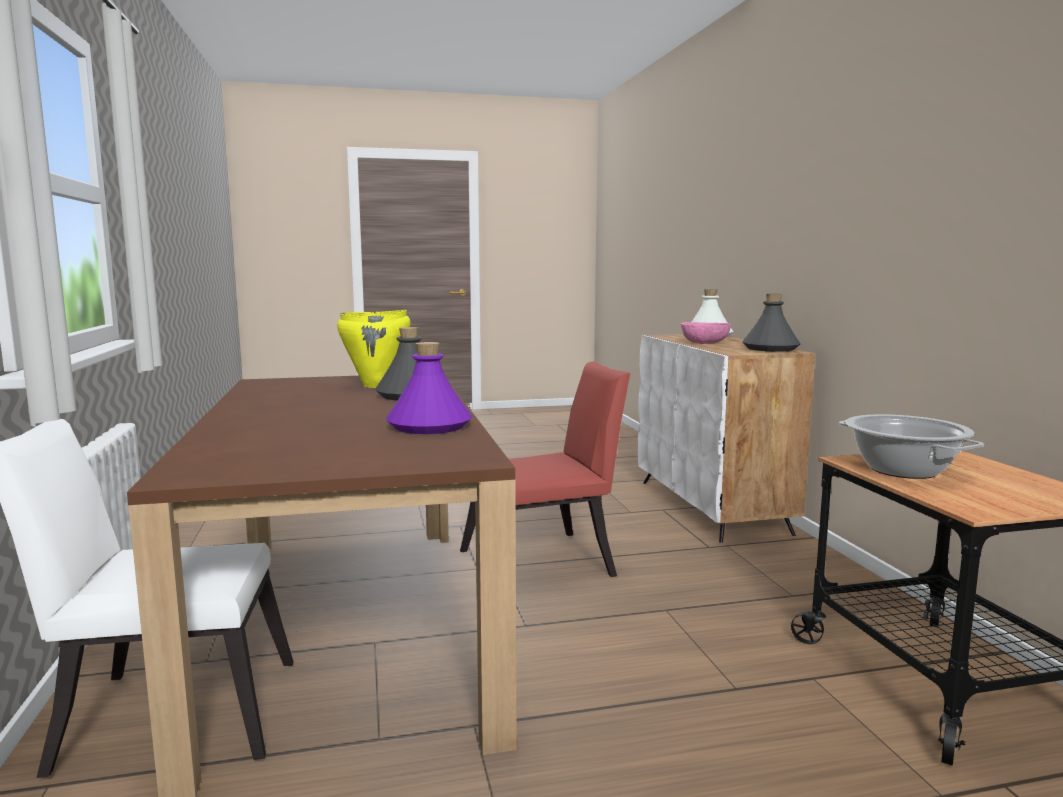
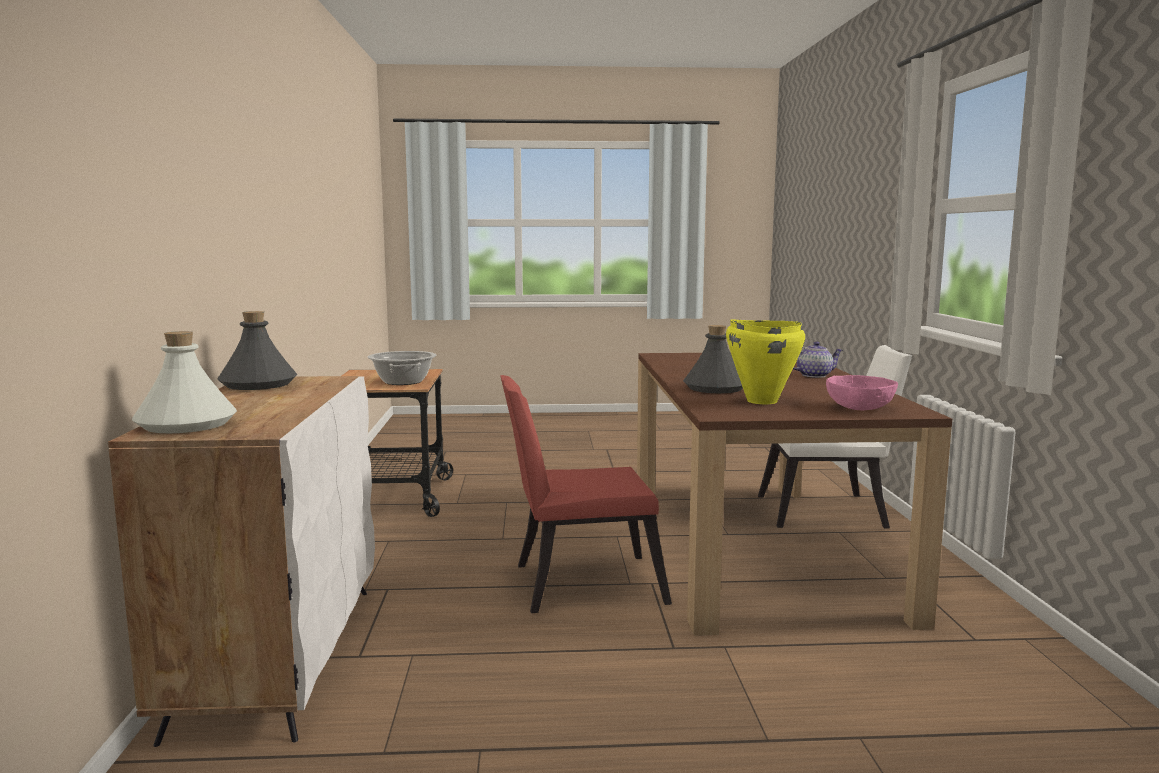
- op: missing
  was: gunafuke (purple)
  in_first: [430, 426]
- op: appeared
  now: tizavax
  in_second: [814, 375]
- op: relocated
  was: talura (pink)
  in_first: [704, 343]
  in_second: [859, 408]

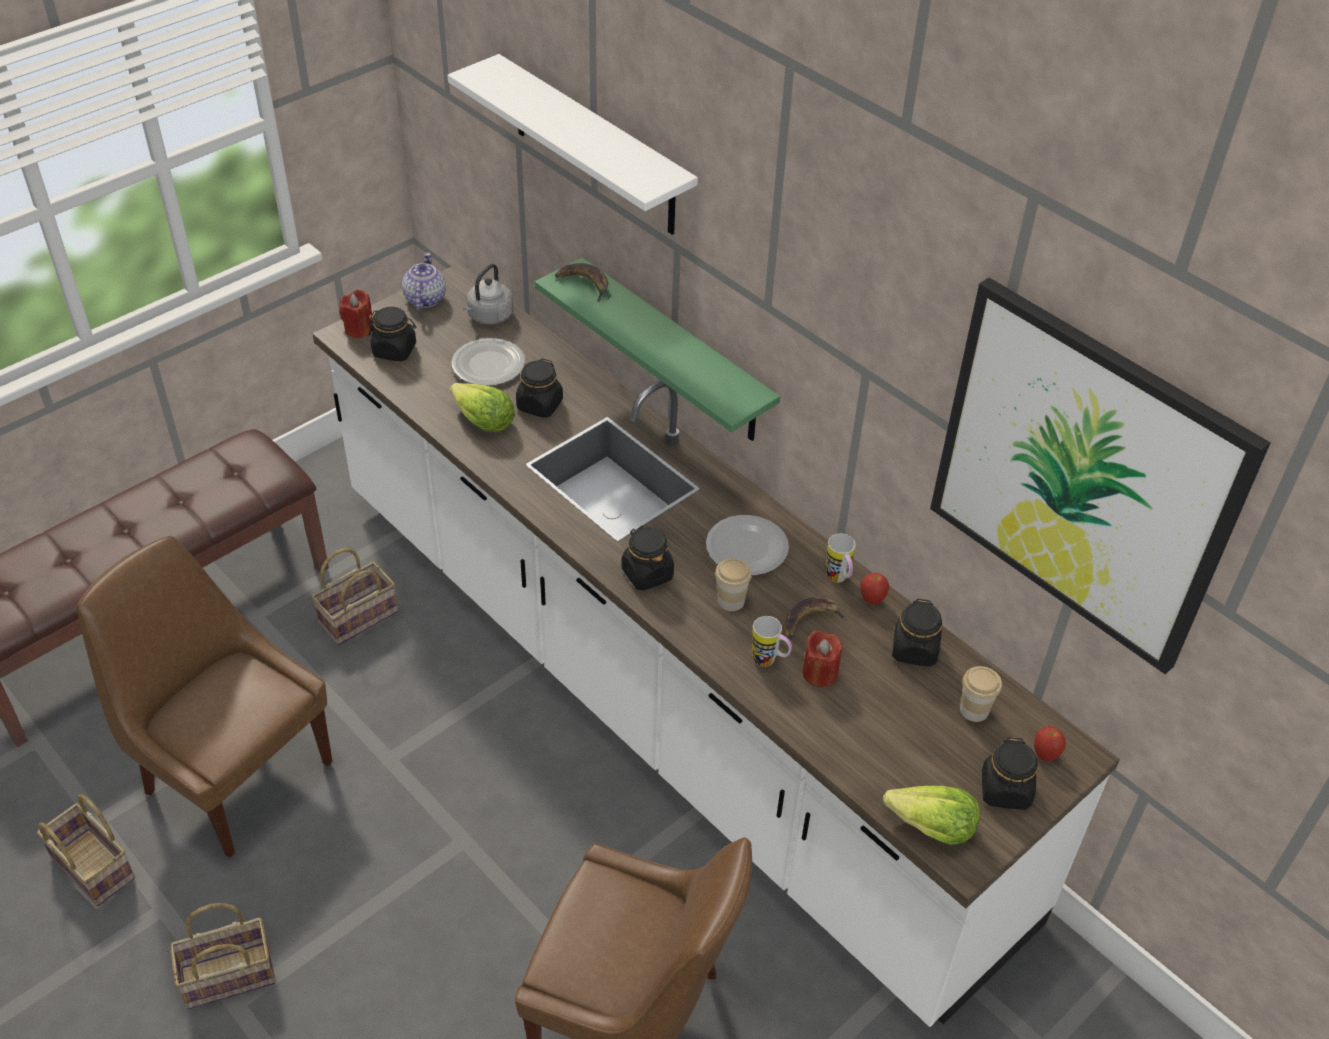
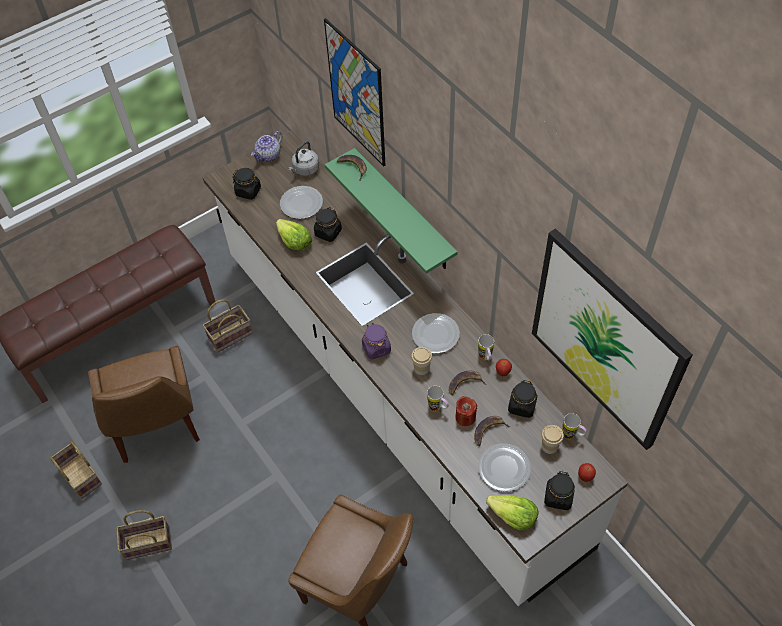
- op: missing
  was: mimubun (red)
  in_first: [359, 329]
- op: appeared
  now: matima
  in_second: [488, 430]
- op: appeared
  now: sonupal
  in_second: [503, 468]
- op: appeared
  now: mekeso
  in_second: [572, 436]
- op: exchanged
  was: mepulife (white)
  now: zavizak
  in_first: [593, 147]
  in_second: [356, 94]
- op: colour
  was: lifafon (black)
  now: lifafon (purple)
  in_first: [647, 573]
  in_second: [376, 348]
- op: spun
  was: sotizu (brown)
  in_first: [234, 773]
  in_second: [156, 426]
  clockwise: -150
- op: spun
  was: tizavax
  in_first: [424, 298]
  in_second: [269, 155]
  clockwise: -150

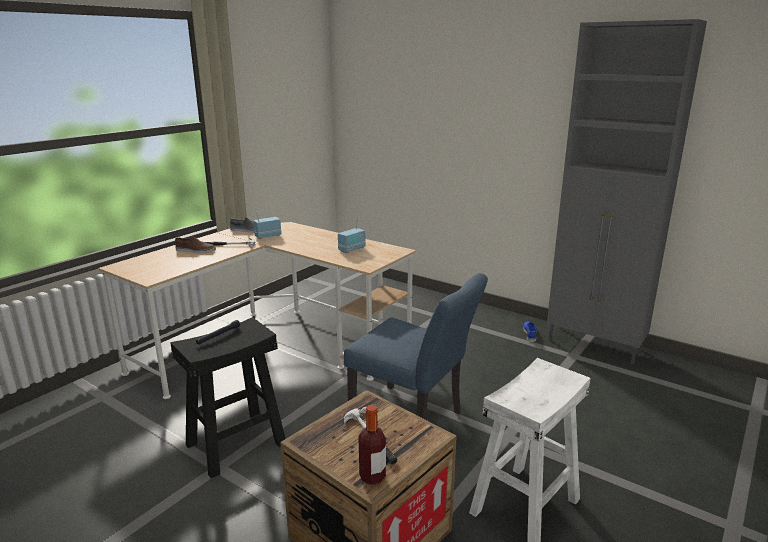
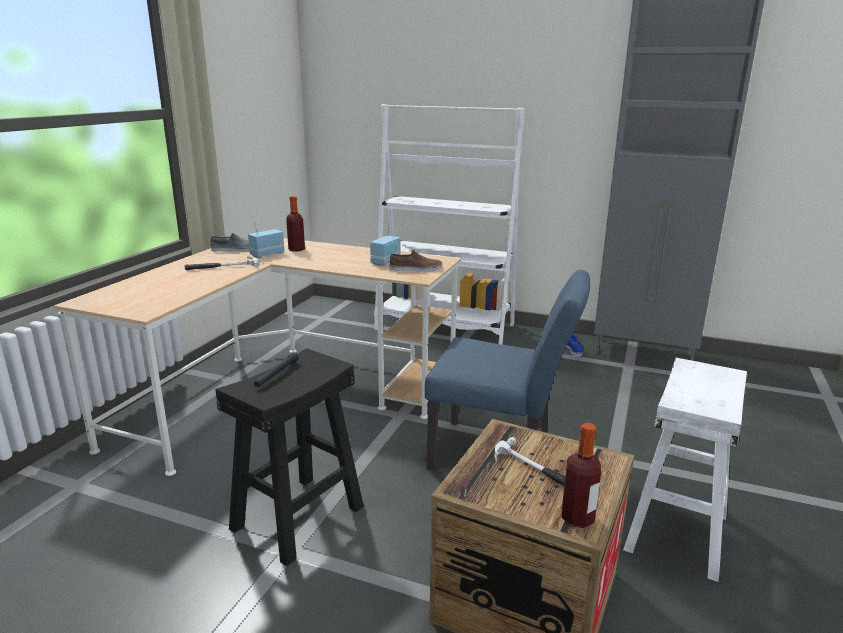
- op: appeared
  now: gunafuke
  in_second: [296, 249]
- op: appeared
  now: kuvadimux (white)
  in_second: [445, 327]
- op: relocated
  was: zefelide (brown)
  in_first: [195, 250]
  in_second: [416, 269]

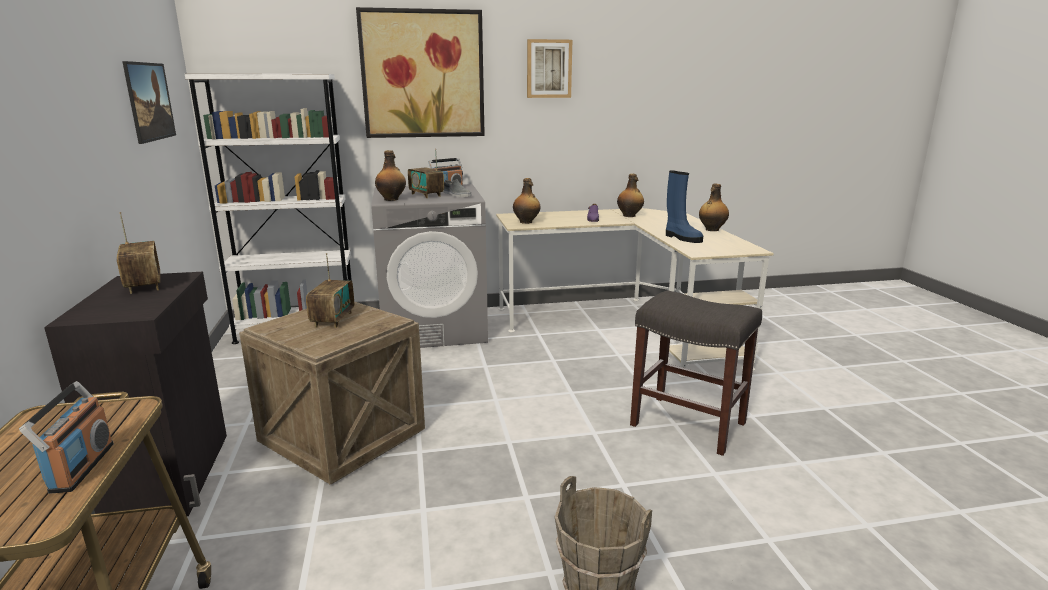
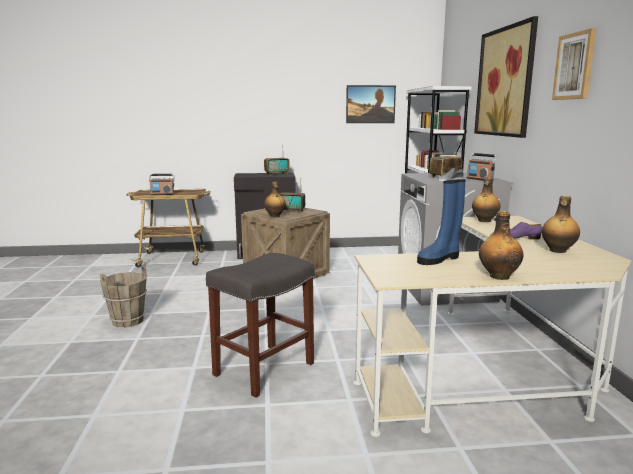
- op: relocated
  was: gunafuke
  in_first: [392, 199]
  in_second: [275, 216]

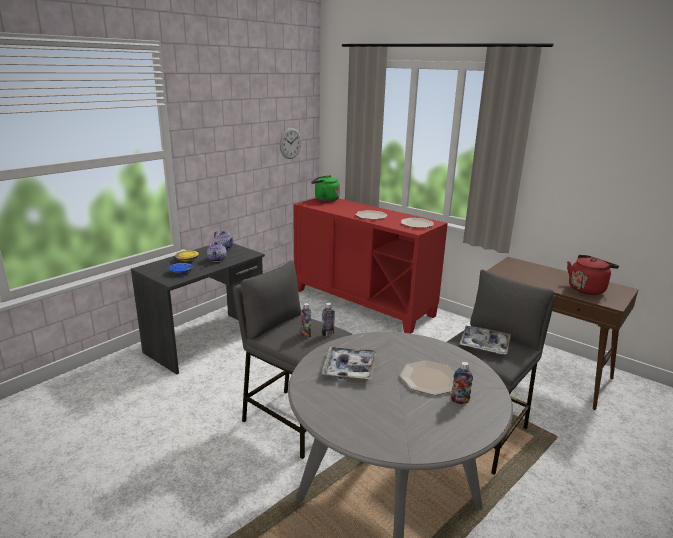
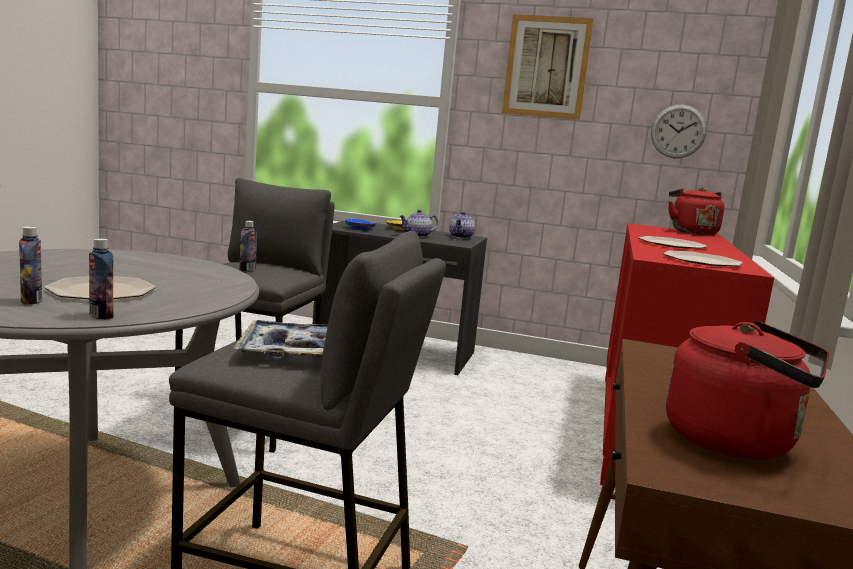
- op: missing
  was: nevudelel
  in_first: [349, 368]
- op: appeared
  now: zavizak
  in_second: [546, 67]
- op: relocated
  was: gunafuke
  in_first: [327, 334]
  in_second: [101, 316]
- op: colour
  was: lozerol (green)
  now: lozerol (red)
  in_first: [325, 199]
  in_second: [691, 232]

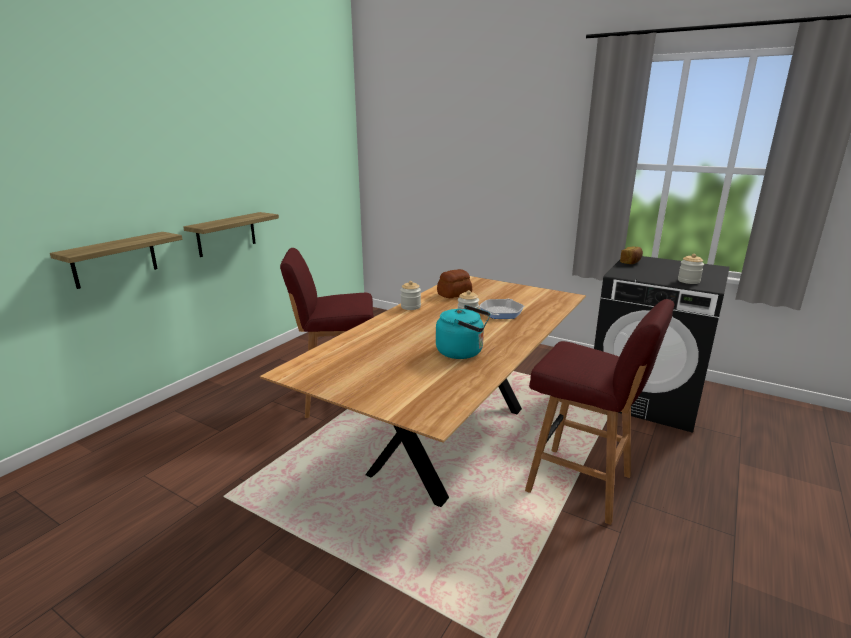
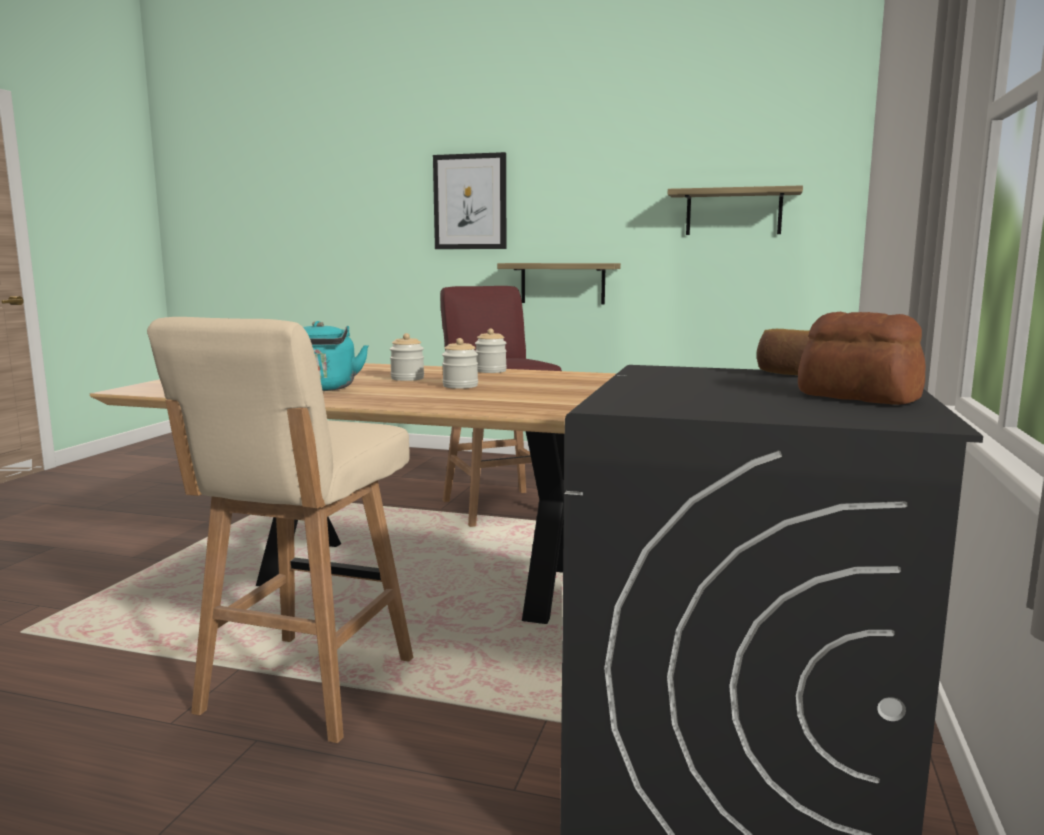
- op: missing
  was: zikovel
  in_first: [501, 312]
- op: appeared
  now: zavizak
  in_second: [470, 202]
- op: relocated
  was: mepulife
  in_first: [115, 259]
  in_second: [733, 212]
- op: relocated
  was: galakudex
  in_first: [453, 294]
  in_second: [858, 396]
- op: relocated
  was: lifafon
  in_first: [688, 281]
  in_second: [407, 378]
- op: colour
  was: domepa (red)
  now: domepa (beige)
  in_first: [581, 485]
  in_second: [305, 688]

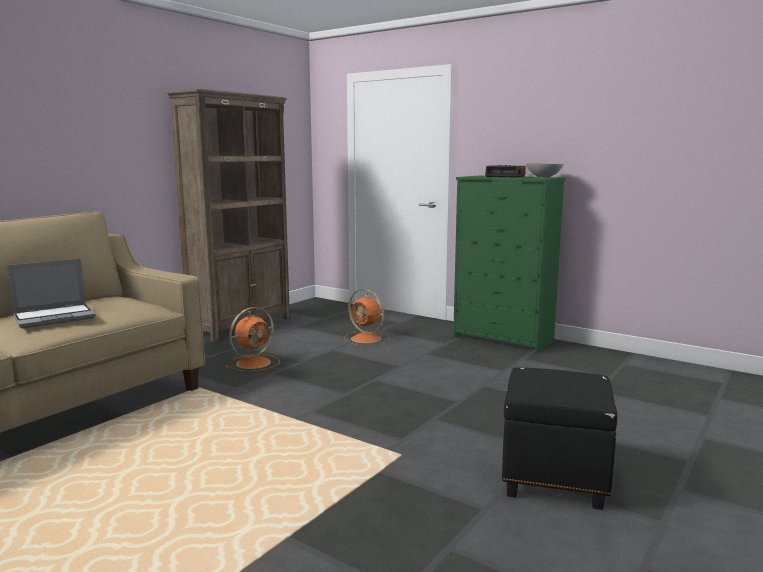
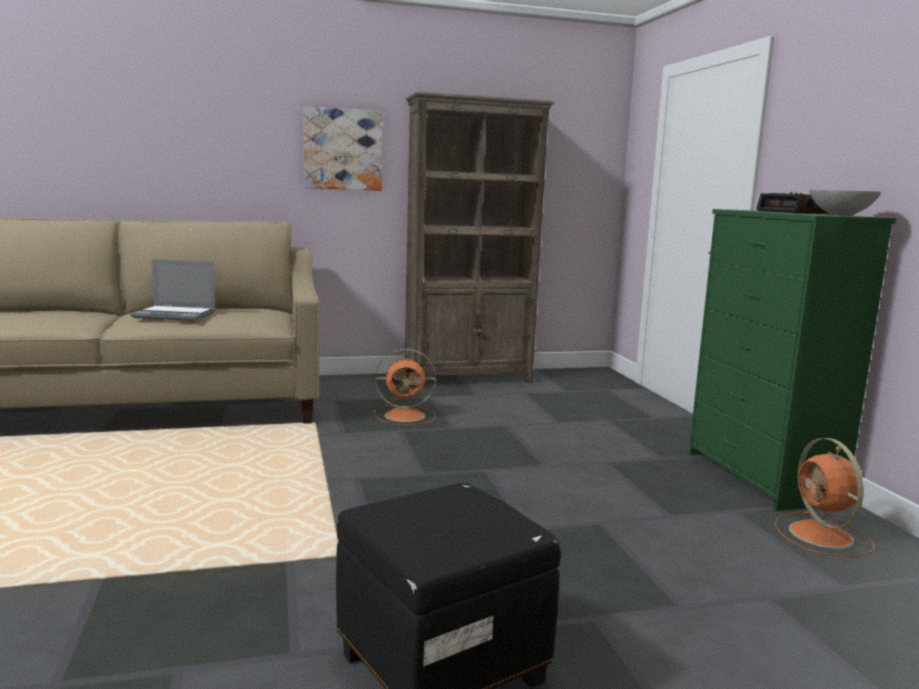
- op: appeared
  now: zavizak
  in_second: [343, 149]
- op: relocated
  was: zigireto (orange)
  in_first: [367, 339]
  in_second: [823, 536]

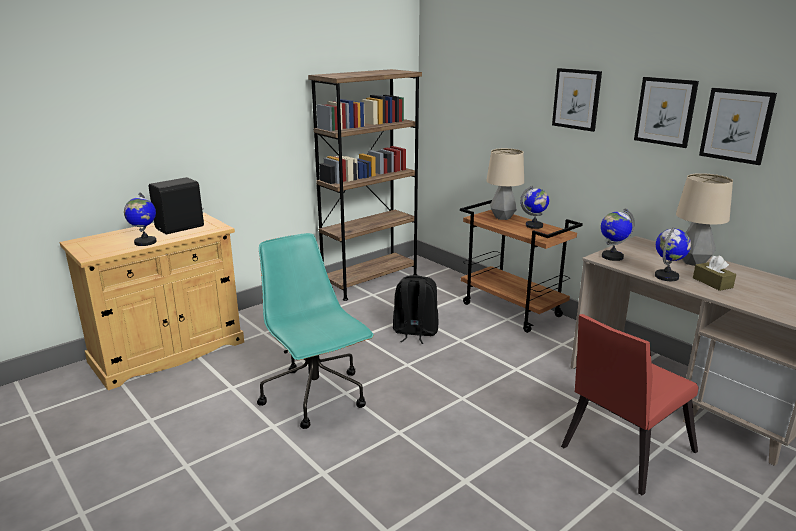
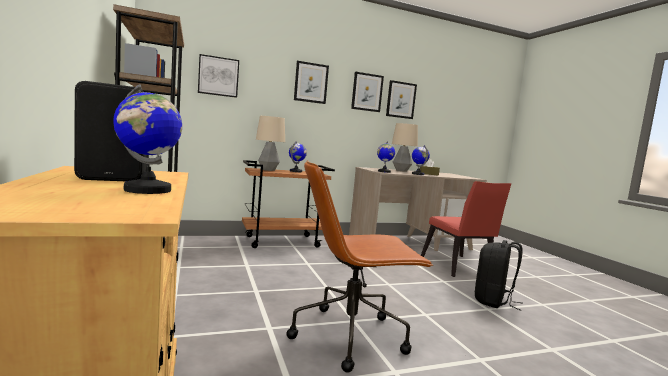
- op: appeared
  now: zavizak
  in_second: [218, 76]
- op: relocated
  was: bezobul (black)
  in_first: [415, 332]
  in_second: [493, 301]
- op: colour
  was: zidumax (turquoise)
  now: zidumax (brown)
  in_first: [316, 396]
  in_second: [351, 336]

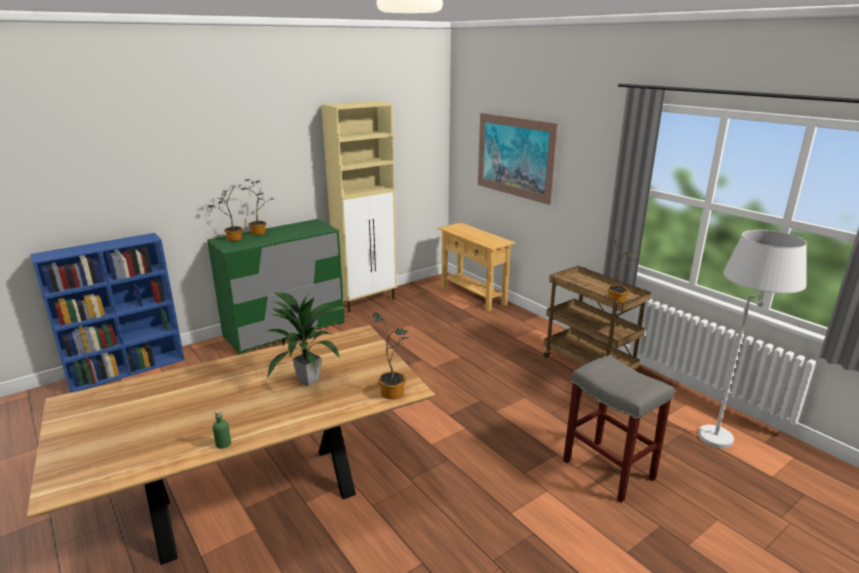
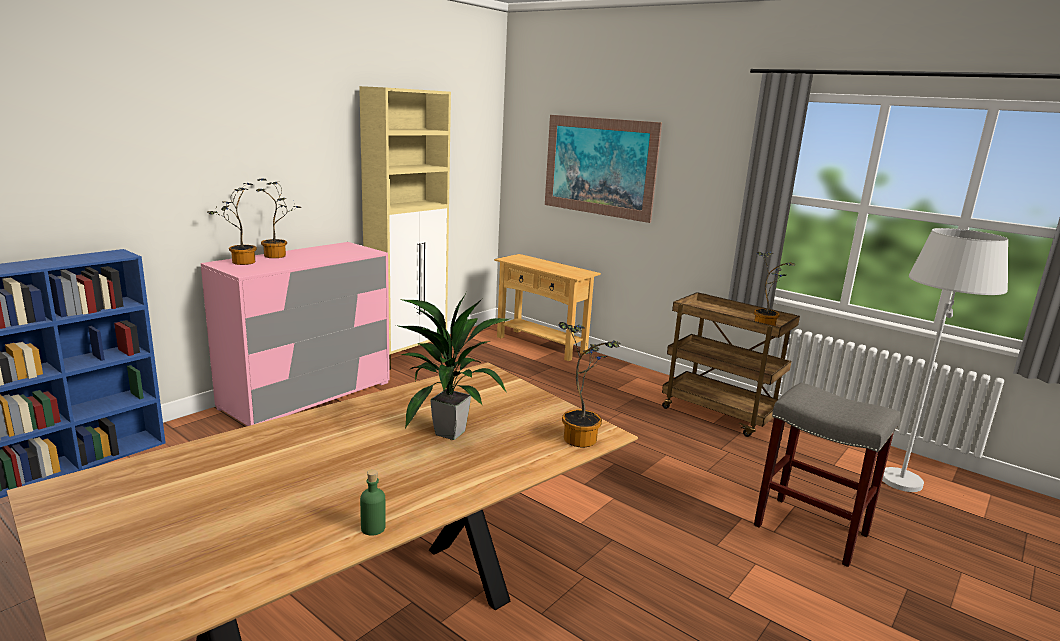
- op: colour
  was: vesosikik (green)
  now: vesosikik (pink)
  in_first: [285, 330]
  in_second: [307, 395]

